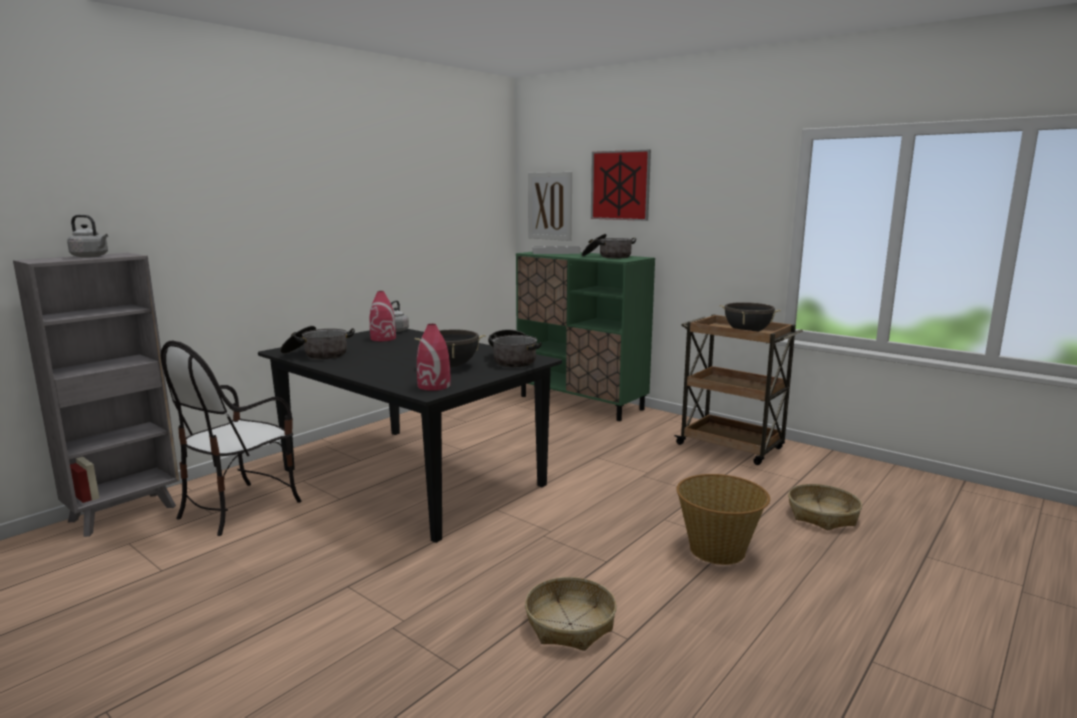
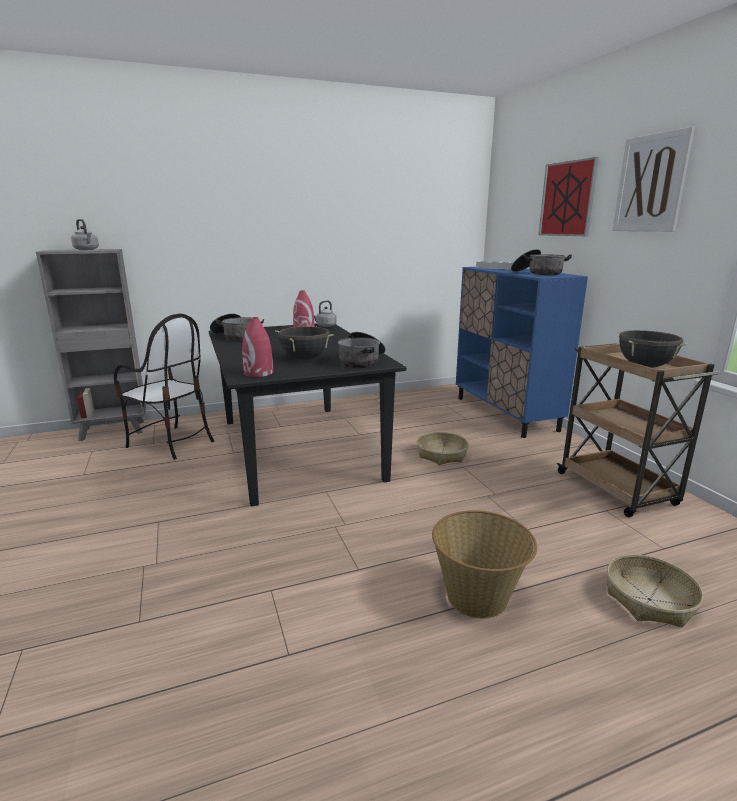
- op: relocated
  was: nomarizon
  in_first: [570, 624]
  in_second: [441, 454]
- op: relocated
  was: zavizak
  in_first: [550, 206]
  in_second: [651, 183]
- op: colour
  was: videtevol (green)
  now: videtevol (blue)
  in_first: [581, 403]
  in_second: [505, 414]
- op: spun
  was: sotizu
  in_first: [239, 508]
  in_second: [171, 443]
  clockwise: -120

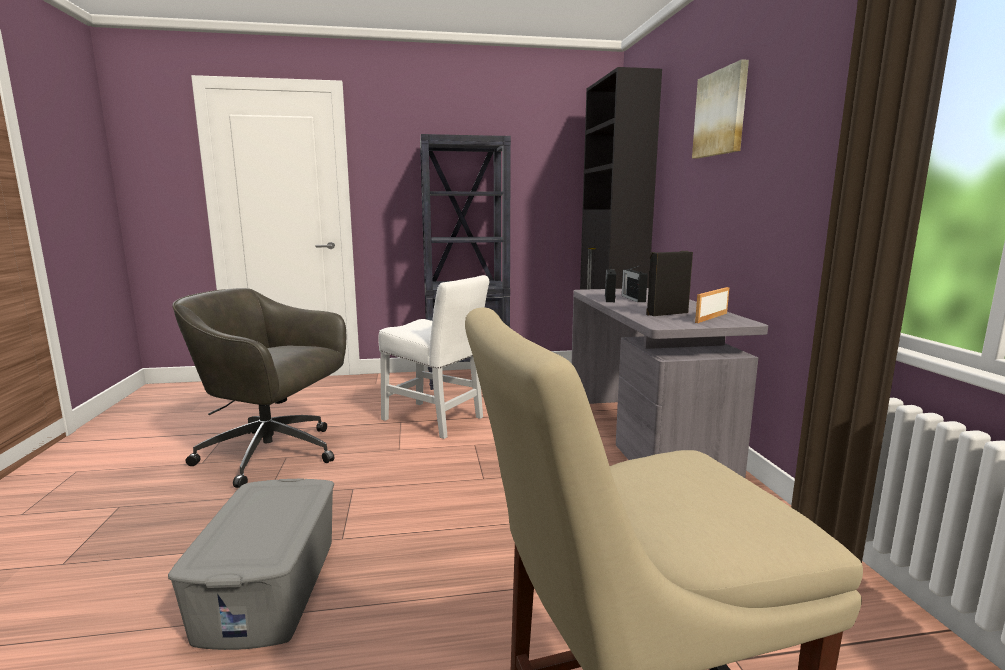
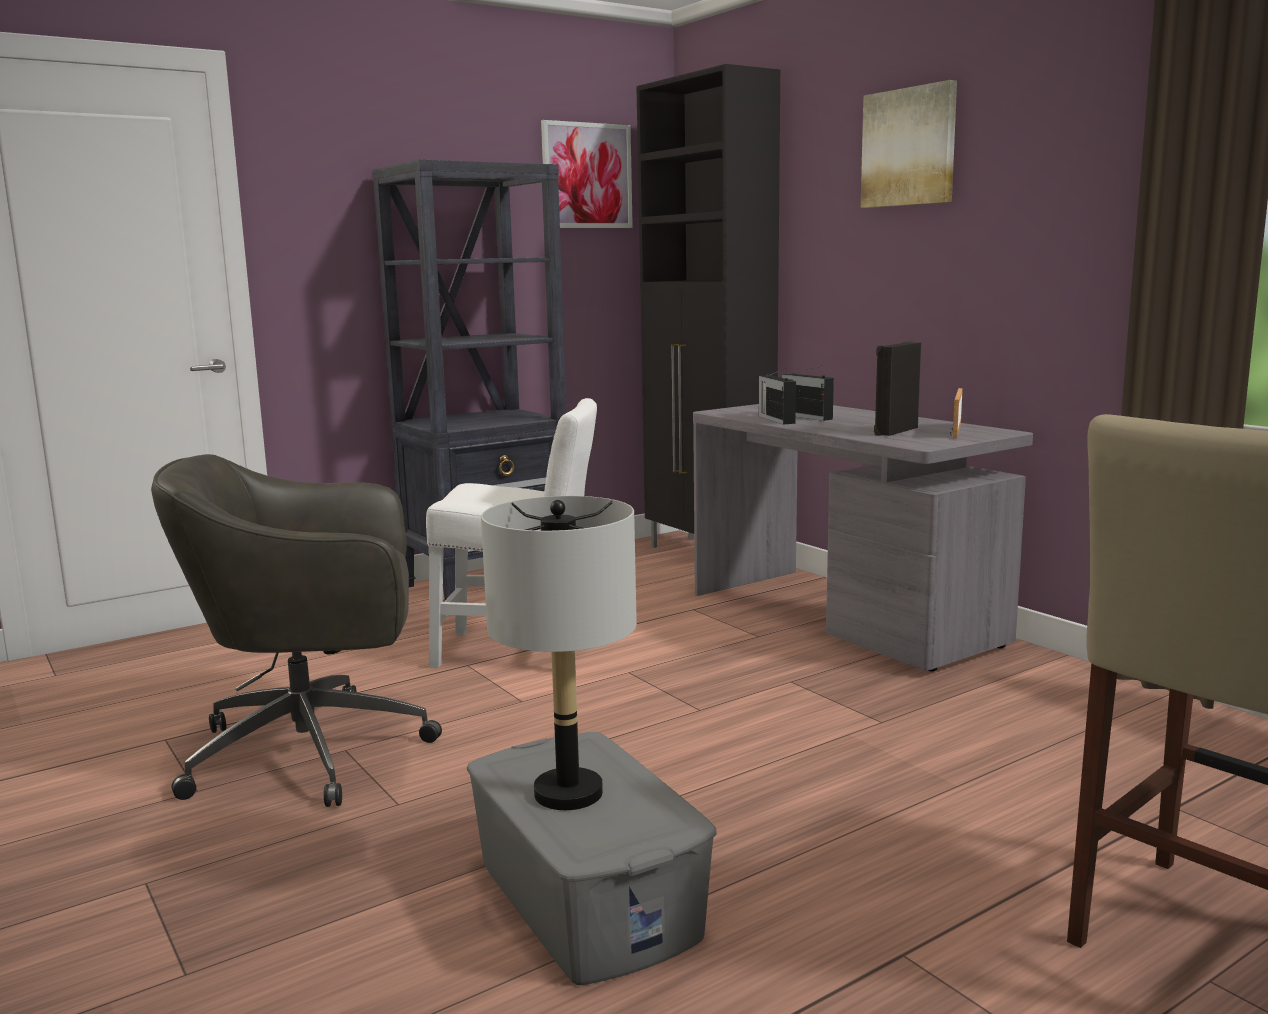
- op: appeared
  now: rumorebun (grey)
  in_second: [569, 793]
- op: appeared
  now: zavizak
  in_second: [587, 176]

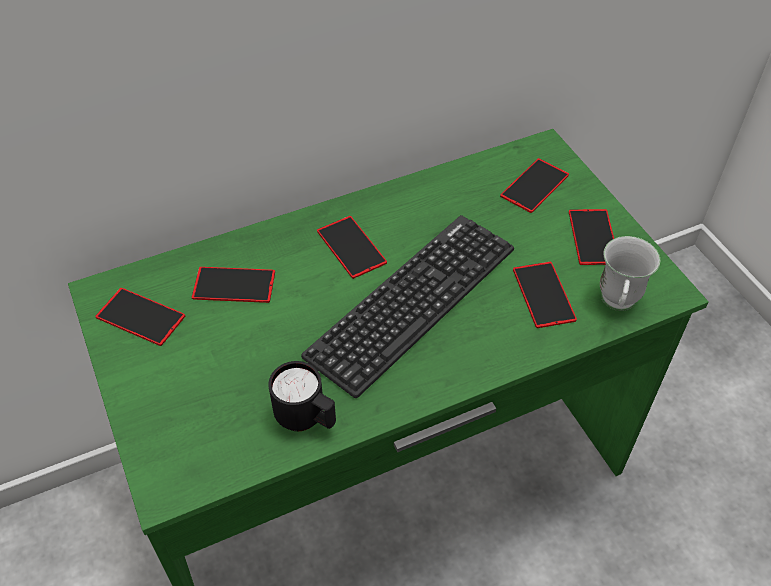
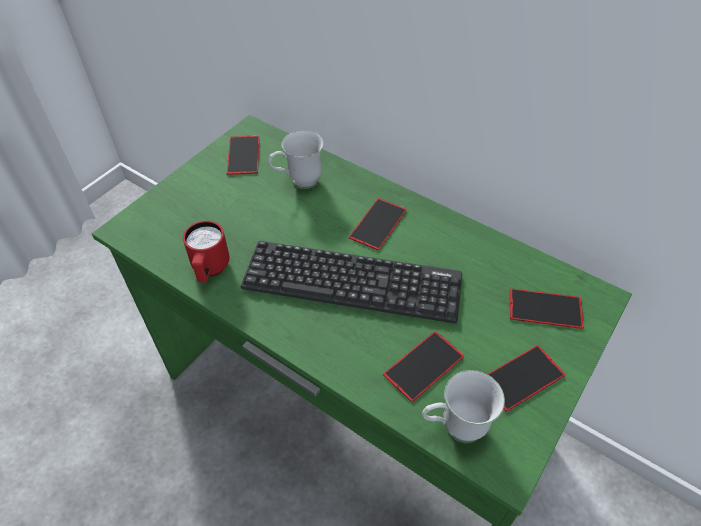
- op: exchanged
  was: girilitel
  now: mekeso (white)
  in_first: [234, 285]
  in_second: [298, 182]
- op: colour
  was: mekeso (black)
  now: mekeso (red)
  in_first: [306, 419]
  in_second: [210, 270]

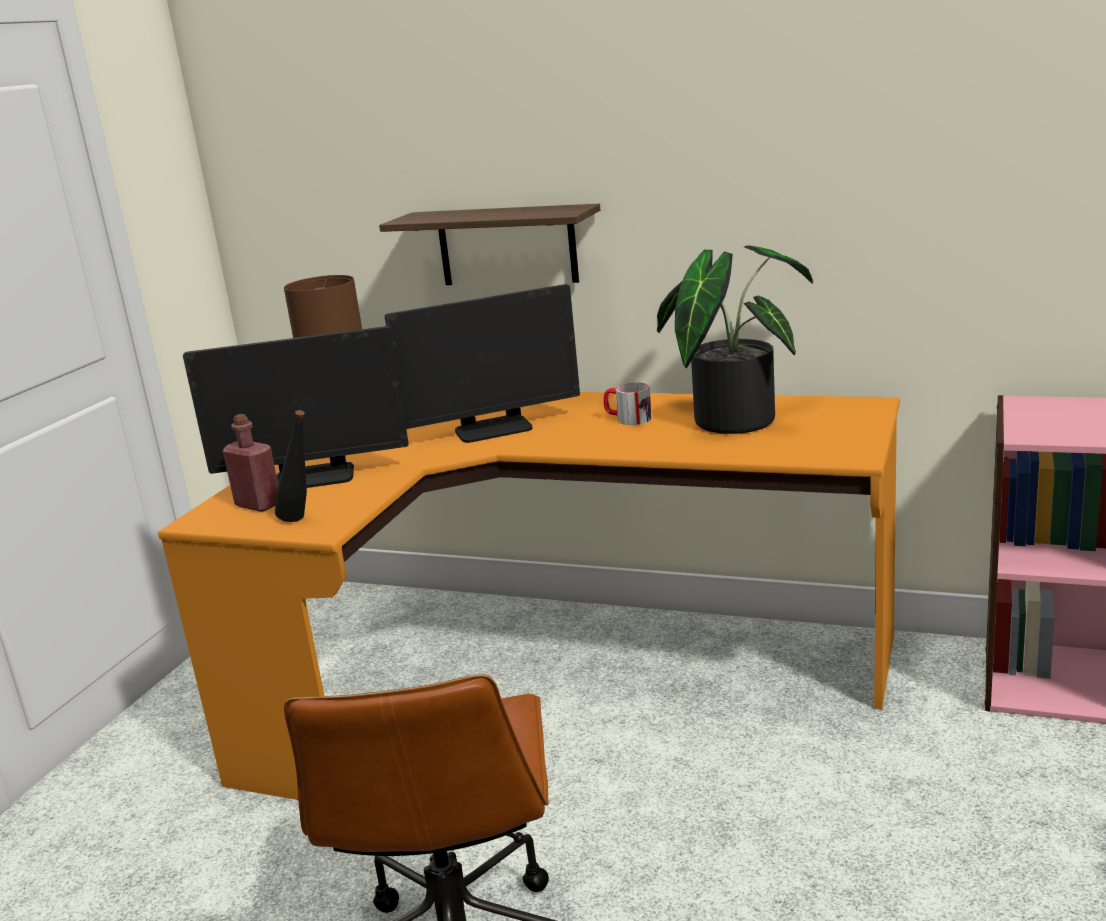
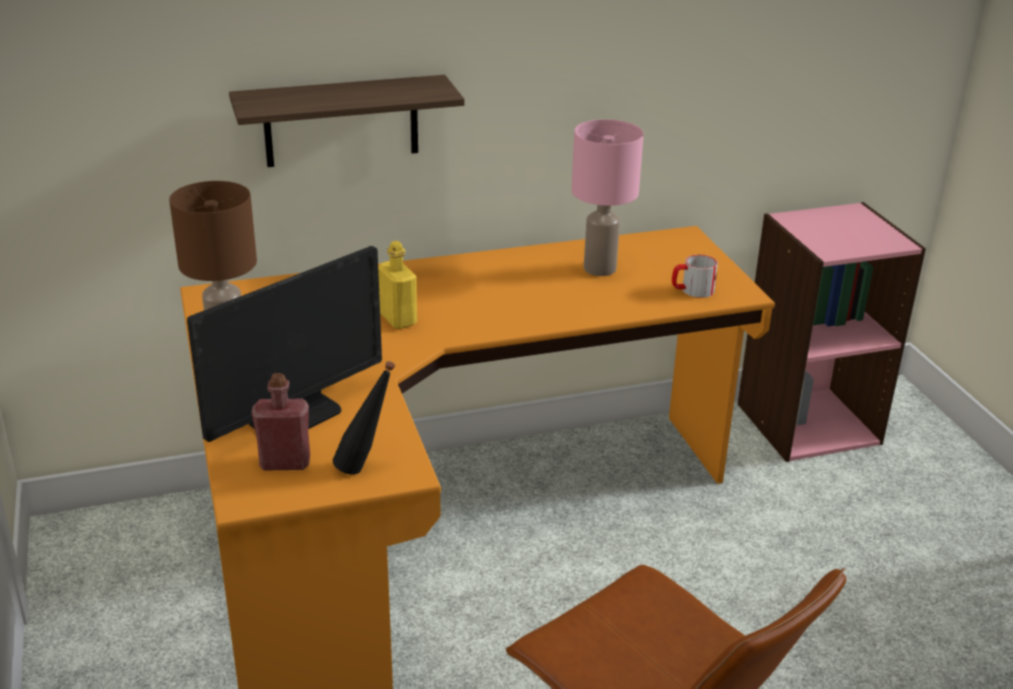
- op: relocated
  was: mekeso
  in_first: [628, 419]
  in_second: [692, 290]
- op: exchanged
  was: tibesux
  now: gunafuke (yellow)
  in_first: [493, 429]
  in_second: [398, 319]
- op: exchanged
  was: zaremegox
  now: rumorebun (pink)
  in_first: [732, 418]
  in_second: [598, 269]

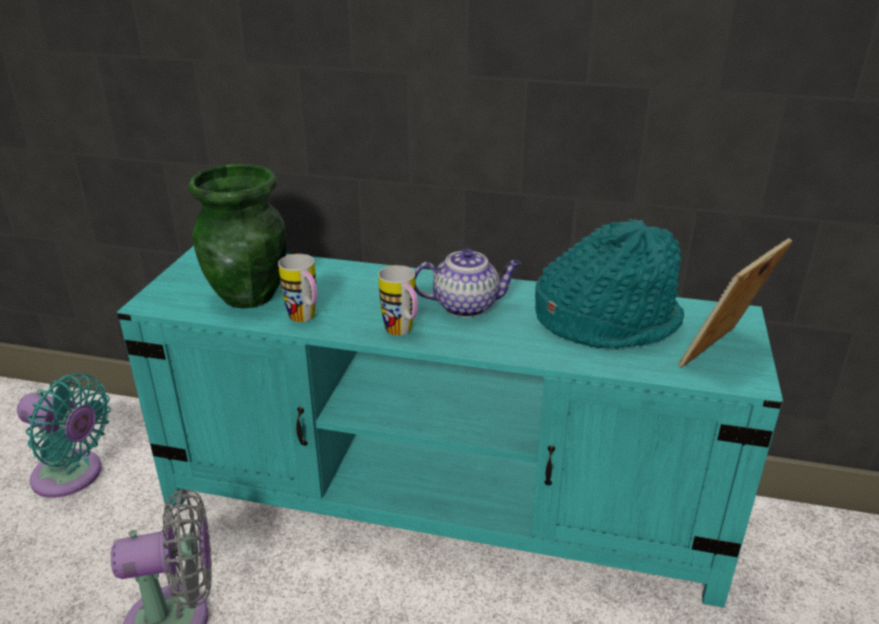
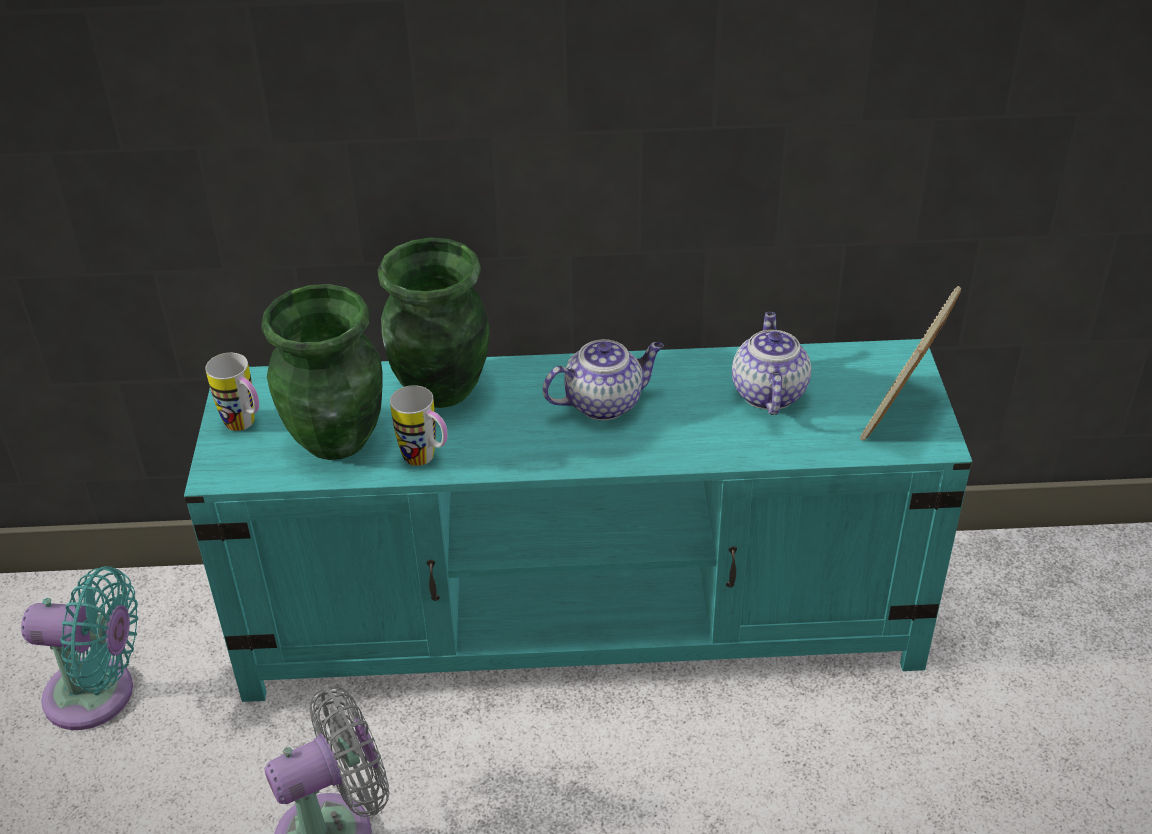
- op: appeared
  now: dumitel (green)
  in_second: [442, 389]
- op: relocated
  was: mekeso
  in_first: [402, 333]
  in_second: [246, 426]
- op: exchanged
  was: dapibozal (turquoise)
  now: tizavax
  in_first: [606, 320]
  in_second: [768, 392]

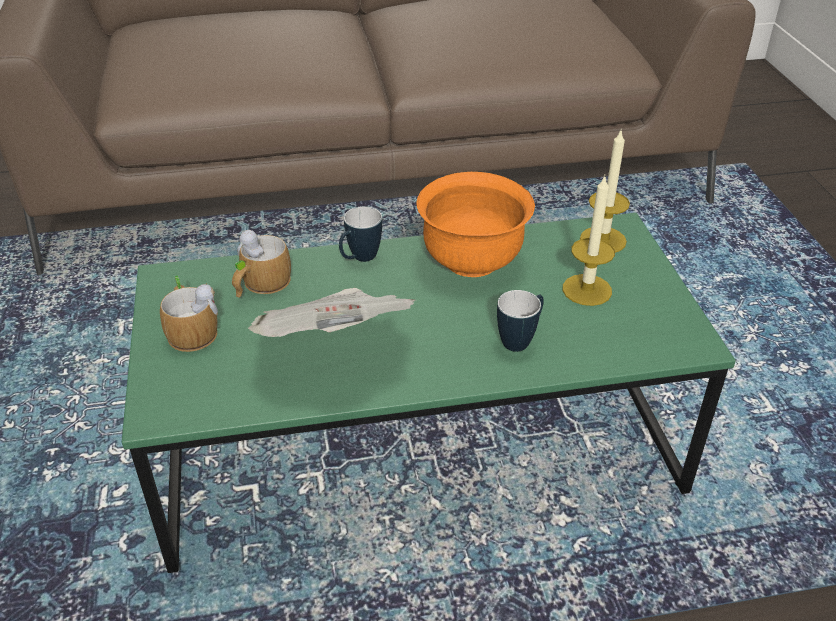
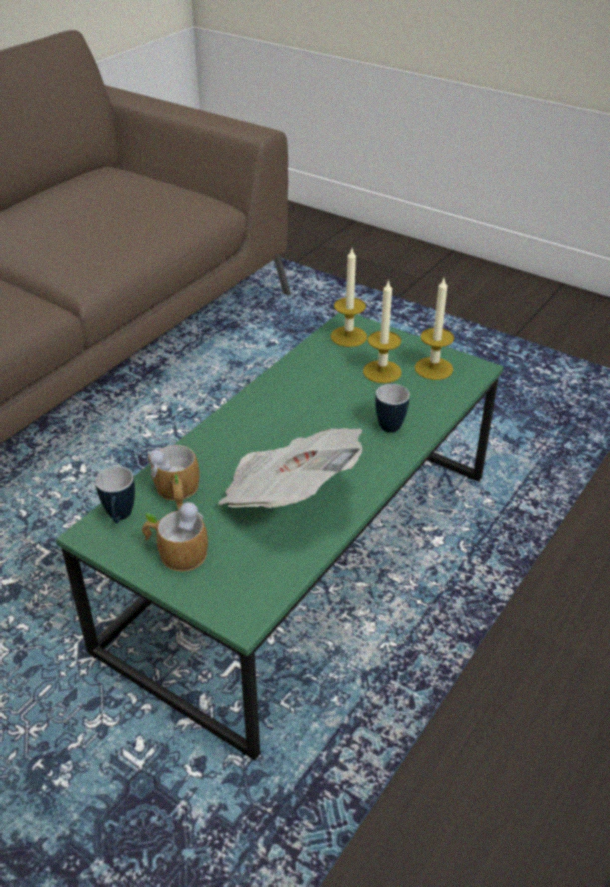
- op: missing
  was: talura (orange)
  in_first: [472, 261]
- op: appeared
  now: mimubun
  in_second: [433, 368]
- op: relocated
  was: mekeso
  in_first: [359, 259]
  in_second: [119, 518]

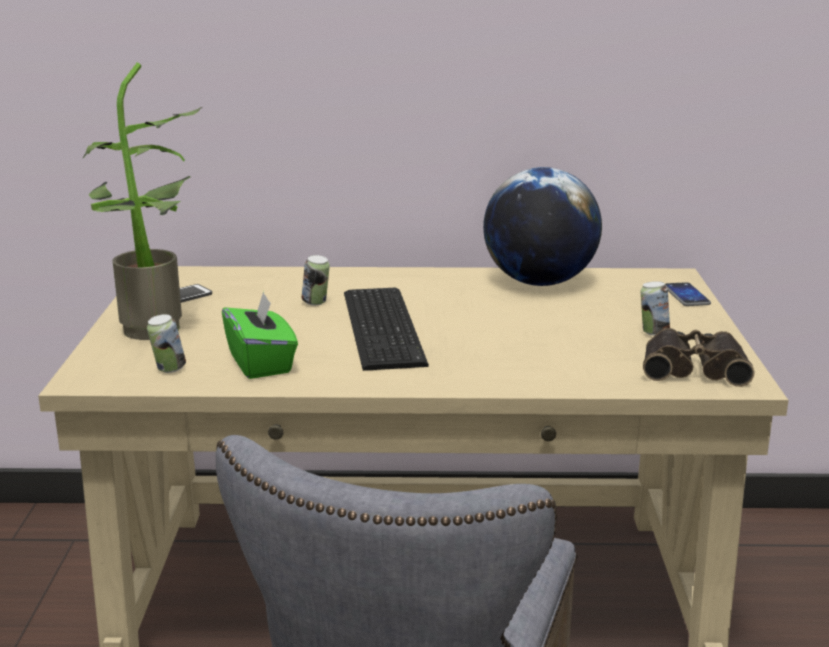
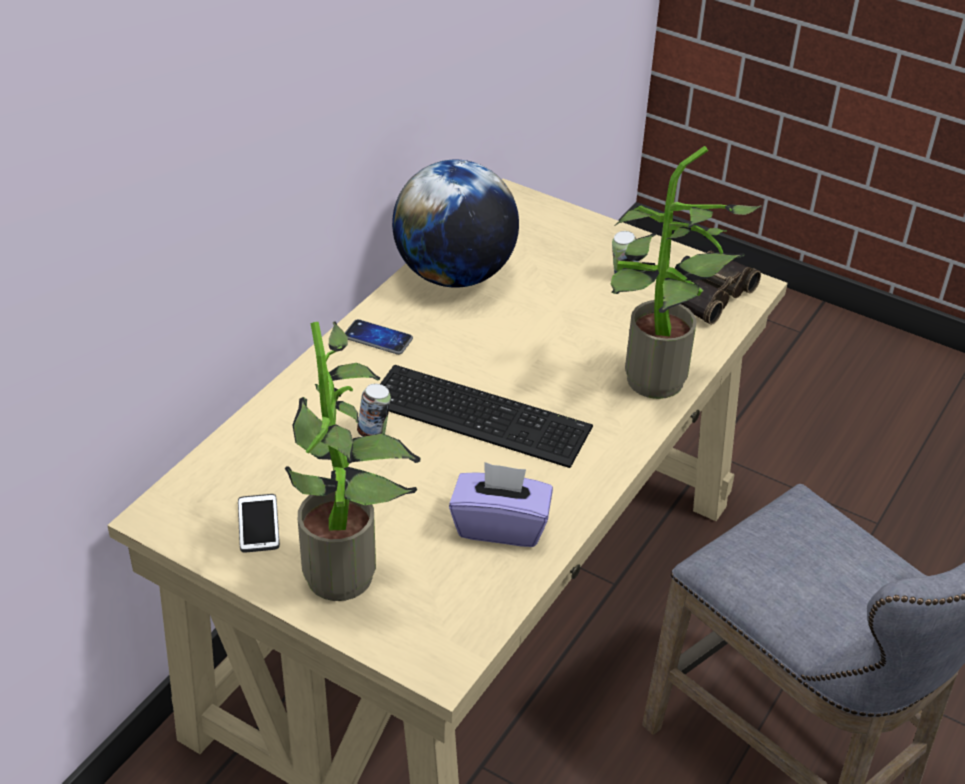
- op: missing
  was: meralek
  in_first: [168, 370]
- op: appeared
  now: zaremegox
  in_second: [653, 386]
- op: relocated
  was: girilitel
  in_first: [686, 296]
  in_second: [378, 338]
- op: colour
  was: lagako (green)
  now: lagako (purple)
  in_first: [261, 363]
  in_second: [500, 525]

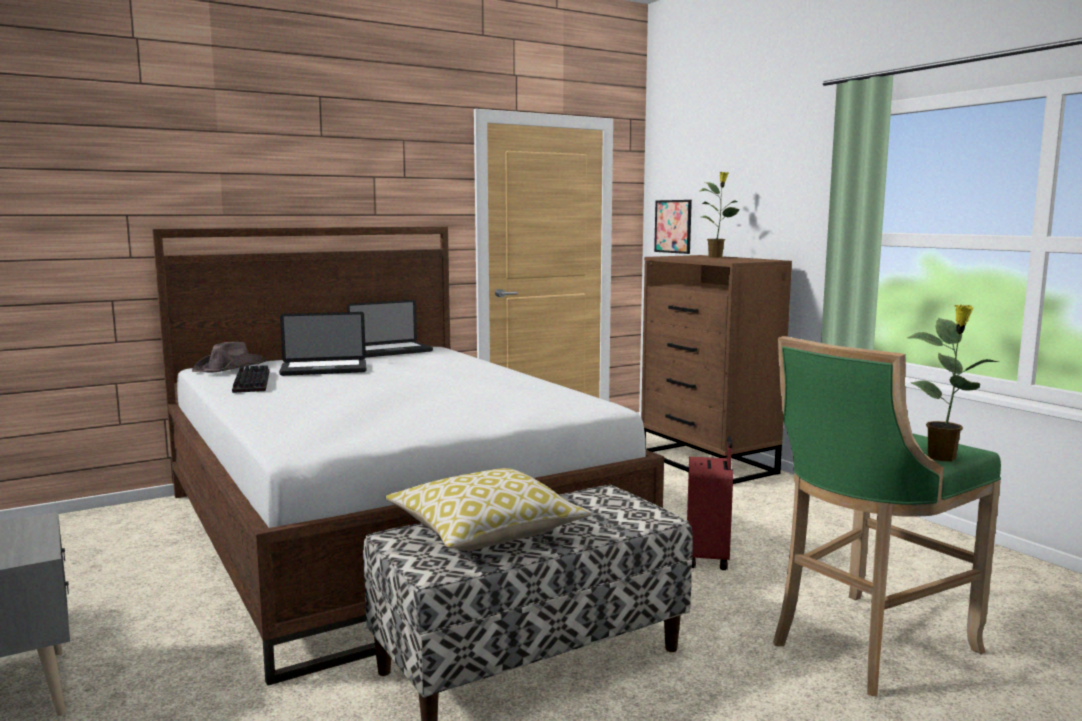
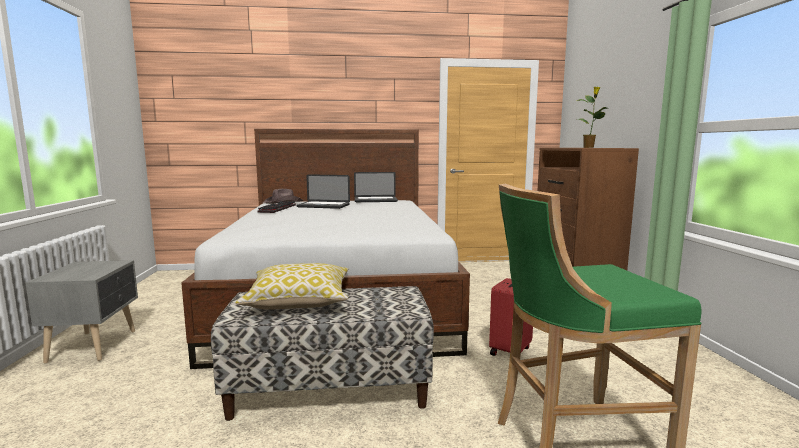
- op: missing
  was: zavizak
  in_first: [673, 226]
- op: missing
  was: zaremegox
  in_first: [943, 458]

